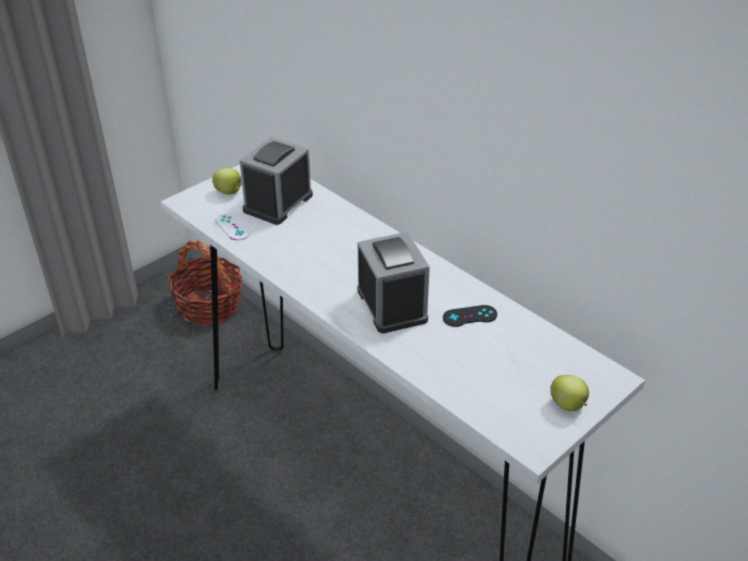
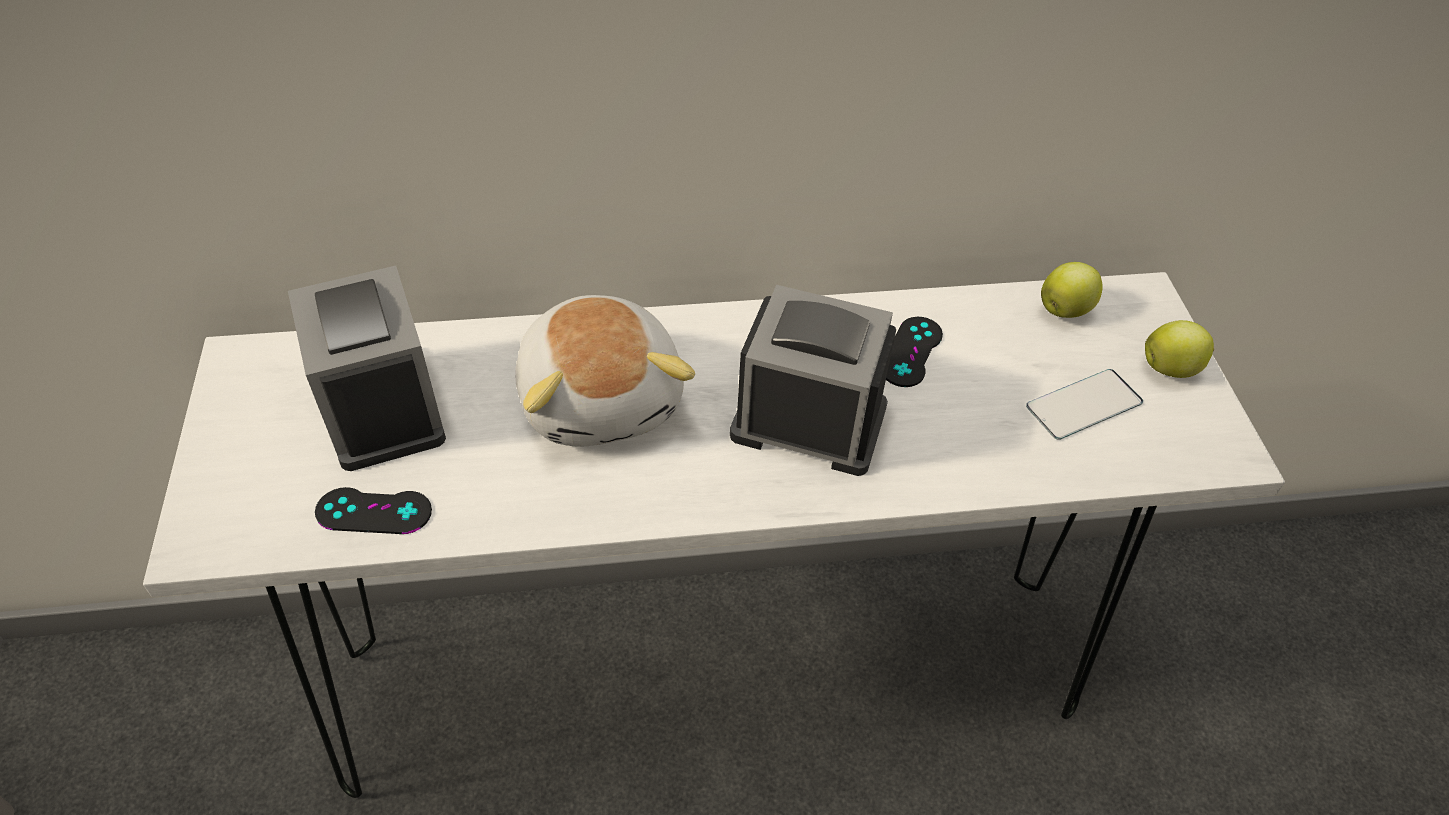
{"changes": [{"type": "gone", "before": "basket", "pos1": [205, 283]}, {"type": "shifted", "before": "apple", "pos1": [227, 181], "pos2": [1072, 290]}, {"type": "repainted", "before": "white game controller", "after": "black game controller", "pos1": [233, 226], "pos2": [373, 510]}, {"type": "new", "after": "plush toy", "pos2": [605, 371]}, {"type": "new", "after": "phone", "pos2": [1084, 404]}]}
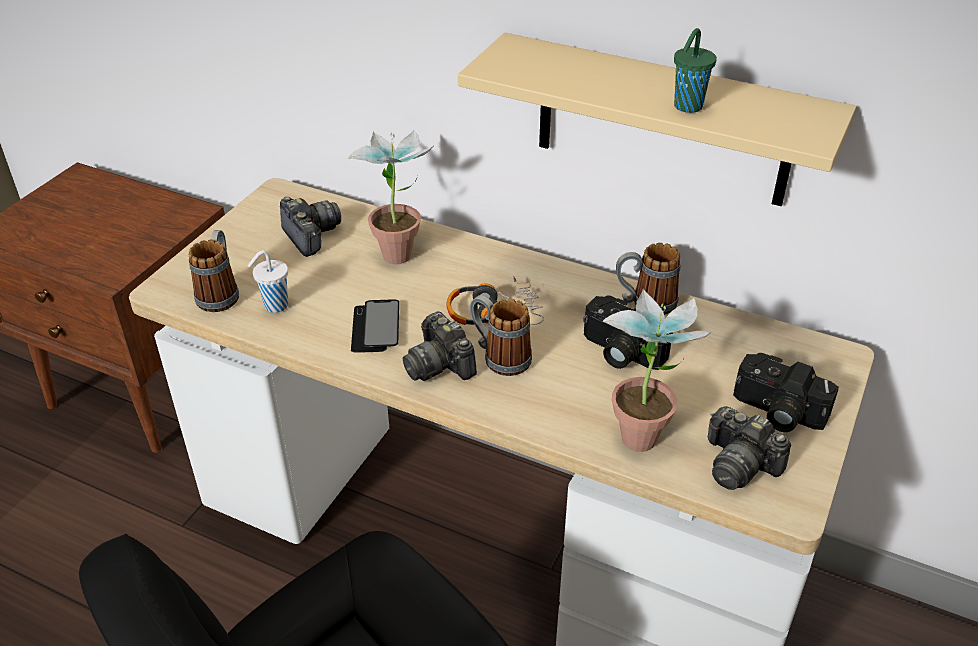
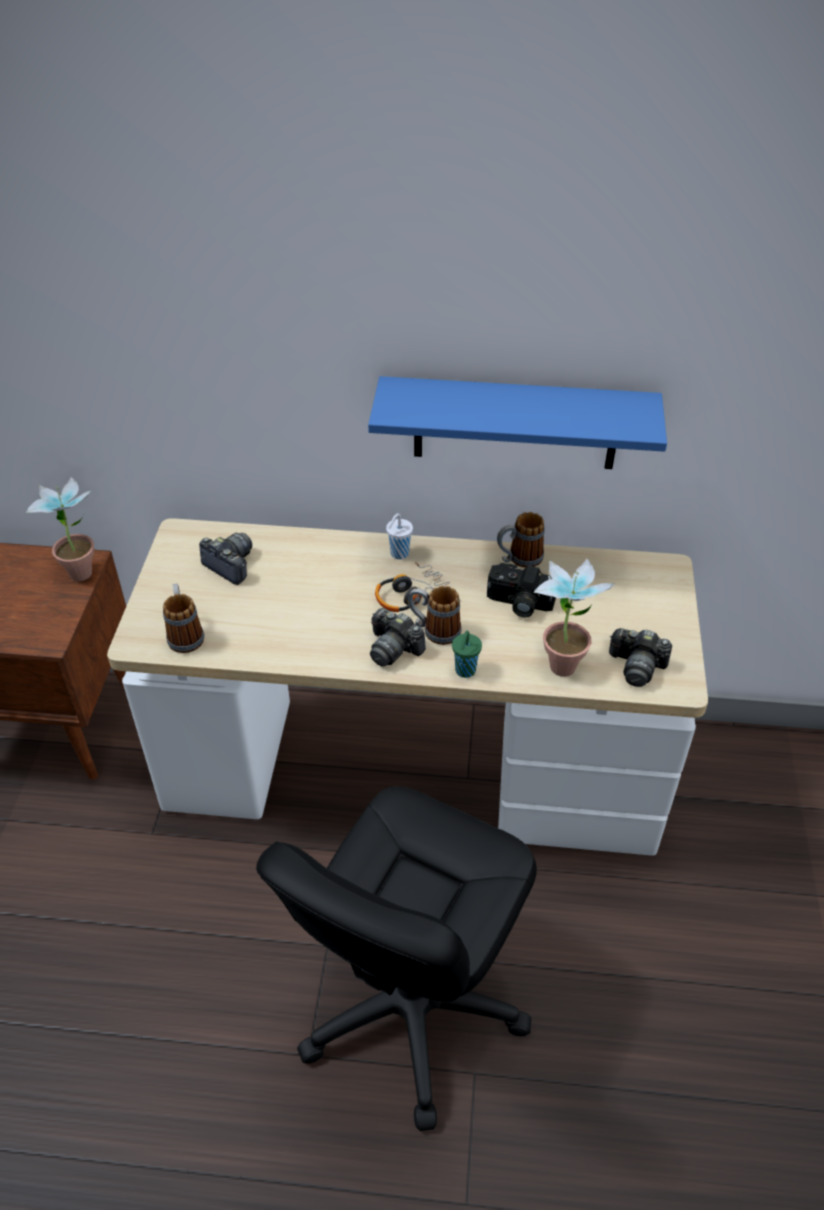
{"changes": [{"type": "shifted", "before": "white cup", "pos1": [268, 281], "pos2": [399, 536]}, {"type": "shifted", "before": "potted plant", "pos1": [389, 197], "pos2": [60, 529]}, {"type": "gone", "before": "phone", "pos1": [375, 326]}, {"type": "repainted", "before": "beige shelf", "after": "blue shelf", "pos1": [657, 119], "pos2": [517, 422]}, {"type": "shifted", "before": "green cup", "pos1": [695, 70], "pos2": [467, 654]}, {"type": "gone", "before": "photo camera", "pos1": [786, 392]}]}
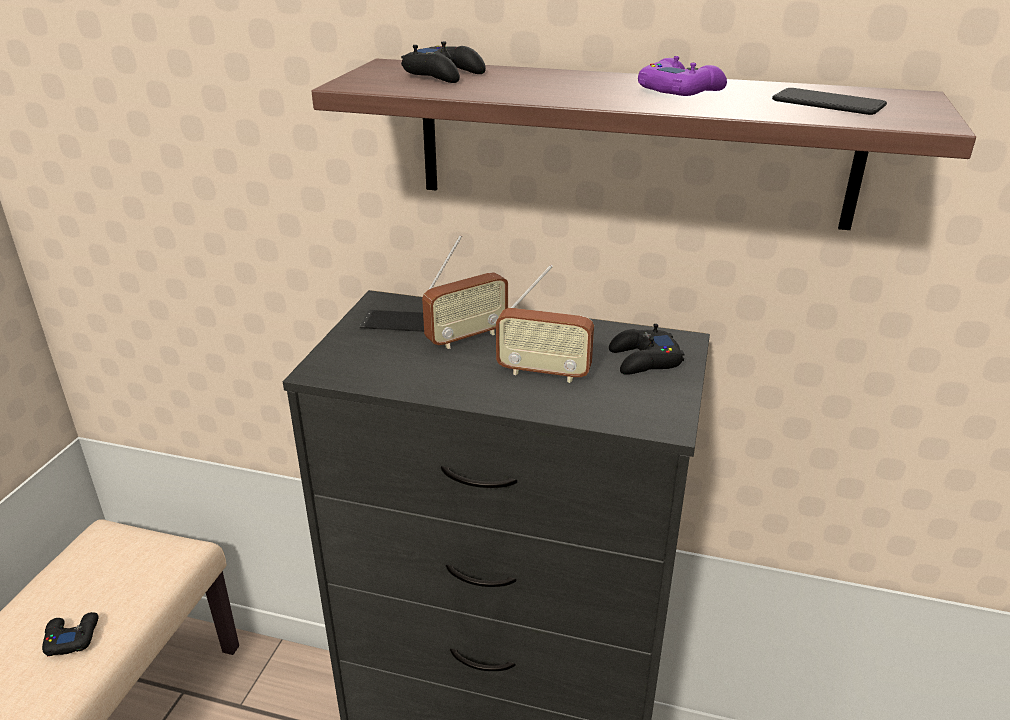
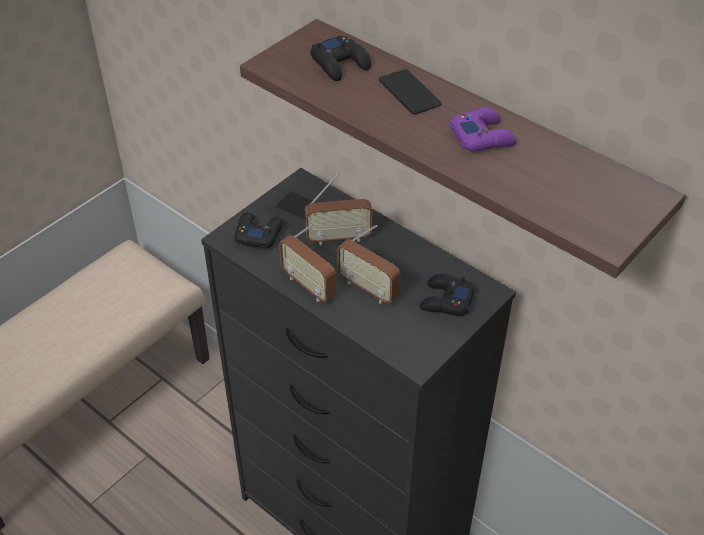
{"changes": [{"type": "shifted", "before": "black game controller", "pos1": [70, 634], "pos2": [259, 230]}, {"type": "shifted", "before": "phone", "pos1": [829, 101], "pos2": [410, 91]}, {"type": "new", "after": "radio", "pos2": [307, 262]}]}
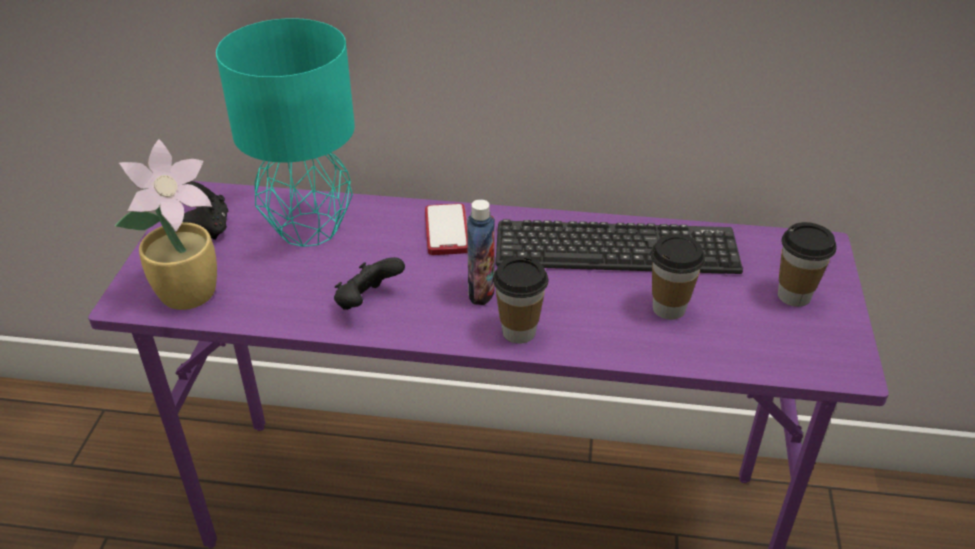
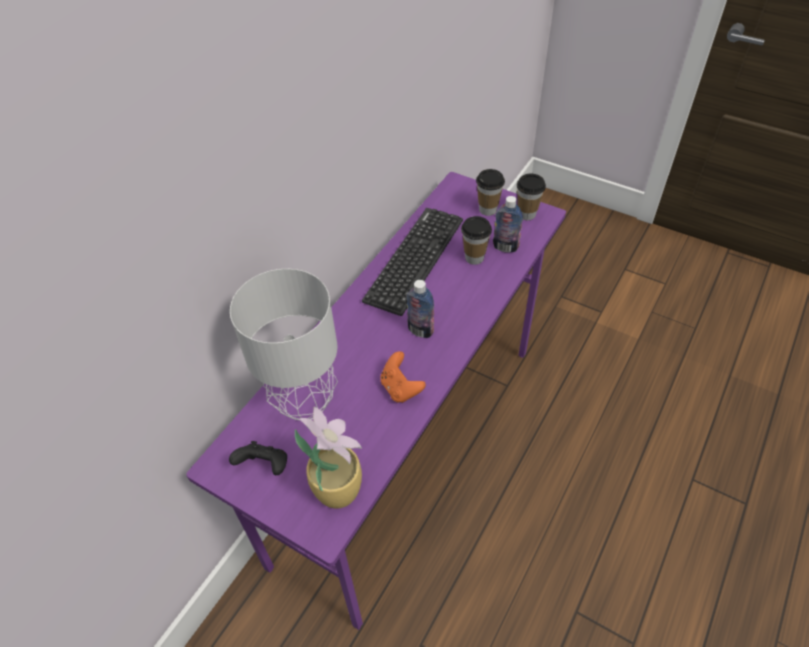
{"changes": [{"type": "repainted", "before": "turquoise table lamp", "after": "grey table lamp", "pos1": [285, 132], "pos2": [284, 344]}, {"type": "repainted", "before": "black game controller", "after": "orange game controller", "pos1": [369, 283], "pos2": [403, 377]}, {"type": "gone", "before": "phone", "pos1": [446, 229]}, {"type": "shifted", "before": "cup", "pos1": [520, 300], "pos2": [531, 197]}, {"type": "new", "after": "bottle", "pos2": [508, 224]}]}
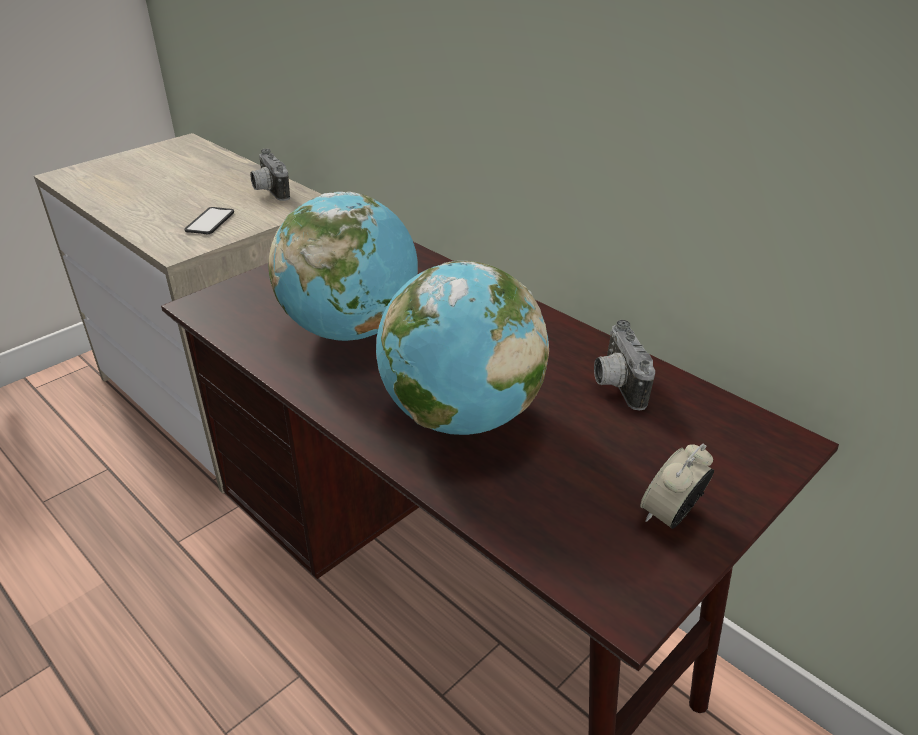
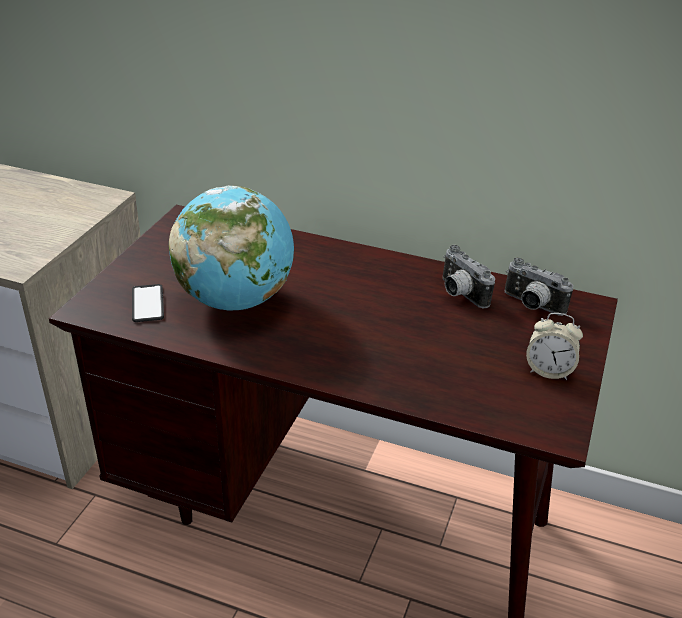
{"changes": [{"type": "shifted", "before": "phone", "pos1": [209, 220], "pos2": [148, 303]}, {"type": "shifted", "before": "photo camera", "pos1": [270, 175], "pos2": [539, 286]}, {"type": "gone", "before": "globe", "pos1": [462, 348]}, {"type": "rotated", "before": "alarm clock", "pos1": [677, 486], "pos2": [554, 346], "turn": -90}]}
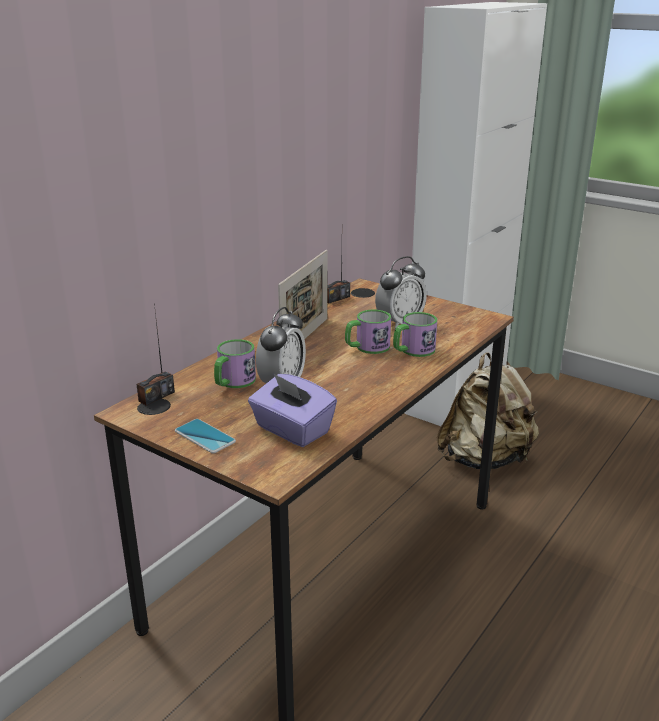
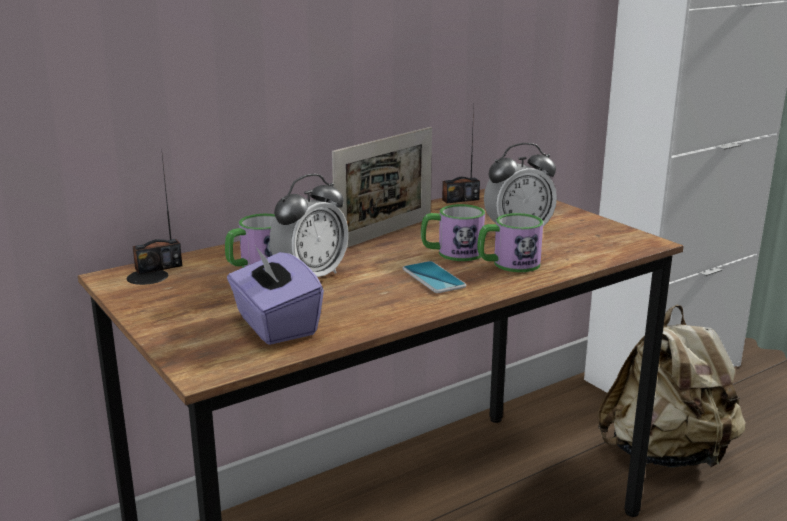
{"changes": [{"type": "shifted", "before": "phone", "pos1": [205, 436], "pos2": [434, 277]}]}
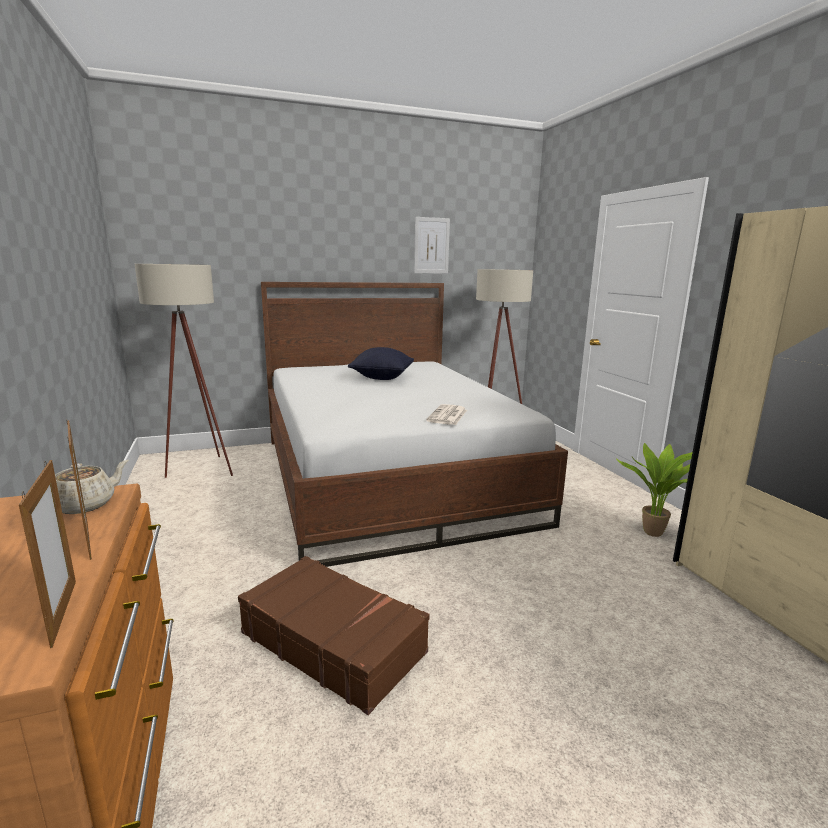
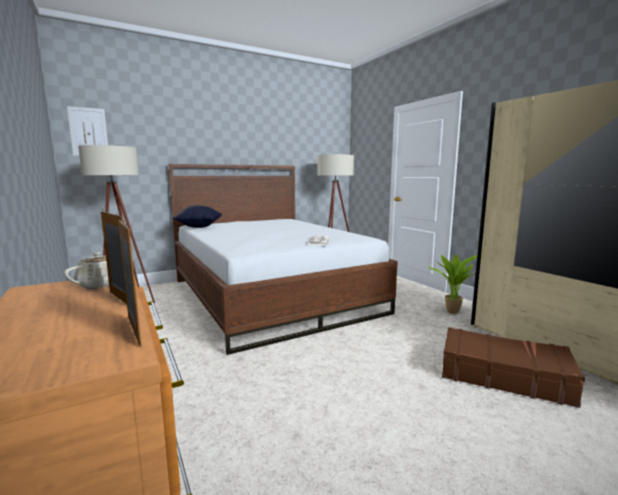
{"changes": [{"type": "shifted", "before": "brown suitcase", "pos1": [334, 635], "pos2": [513, 367]}, {"type": "shifted", "before": "black pillow", "pos1": [381, 363], "pos2": [197, 216]}, {"type": "shifted", "before": "picture", "pos1": [432, 245], "pos2": [87, 131]}]}
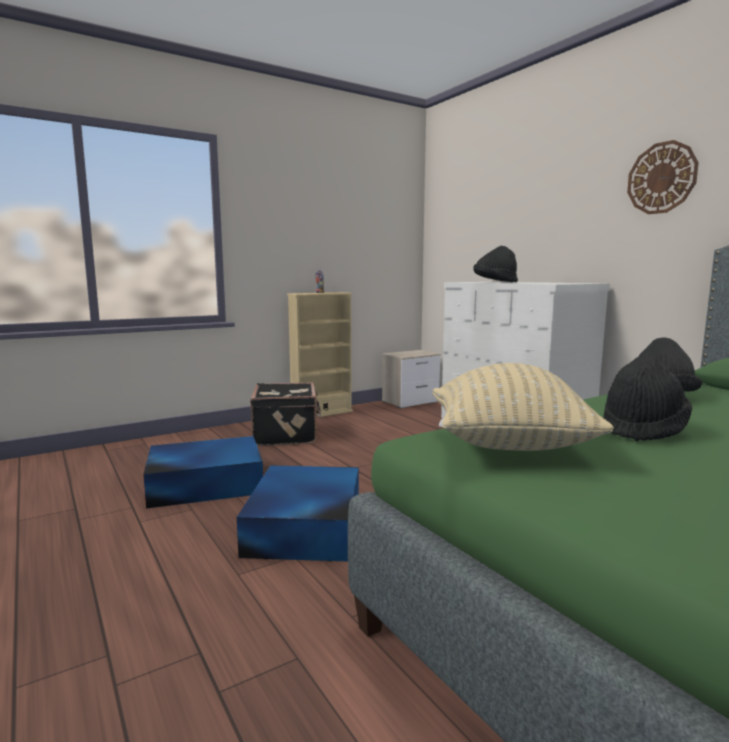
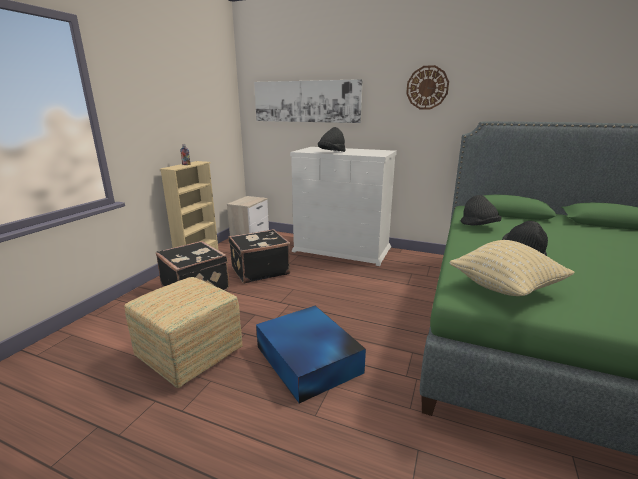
{"changes": [{"type": "swapped", "before": "blue storage box", "after": "ottoman", "pos1": [203, 472], "pos2": [183, 332]}, {"type": "new", "after": "black suitcase", "pos2": [259, 256]}, {"type": "new", "after": "picture", "pos2": [308, 101]}]}
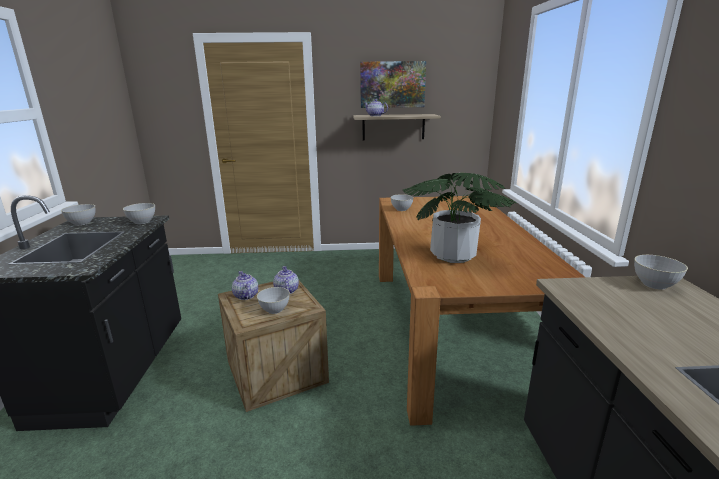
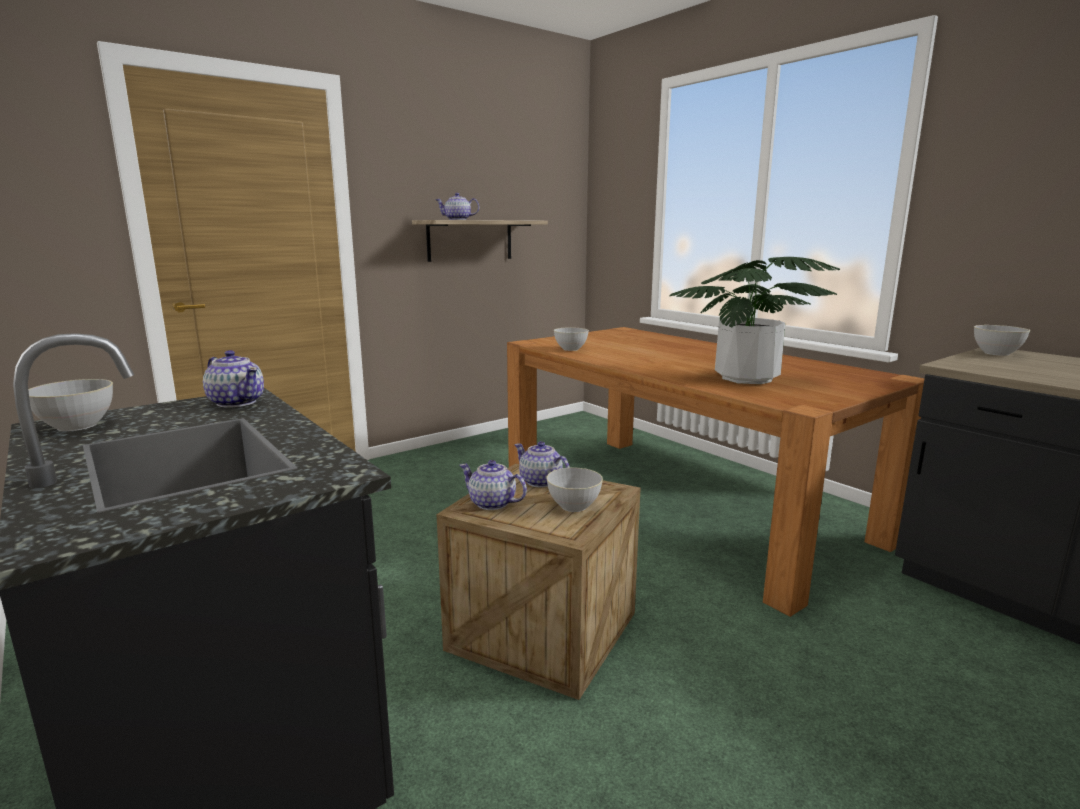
{"changes": [{"type": "swapped", "before": "grey bowl", "after": "teapot", "pos1": [139, 213], "pos2": [233, 379]}, {"type": "gone", "before": "picture", "pos1": [393, 84]}]}
